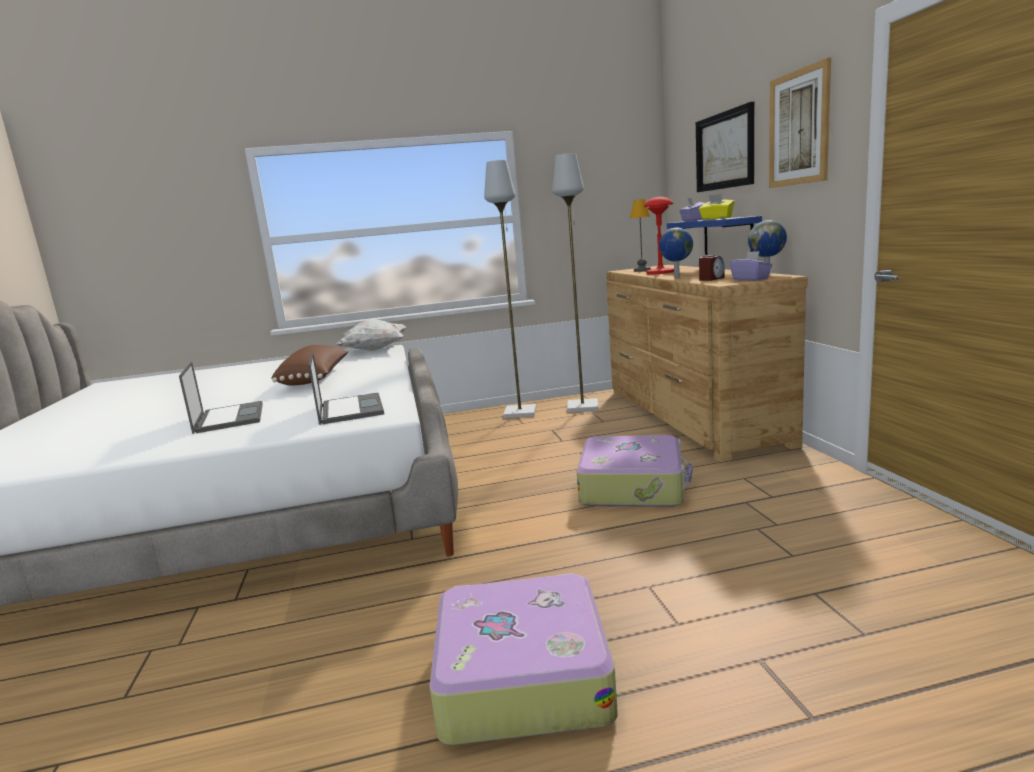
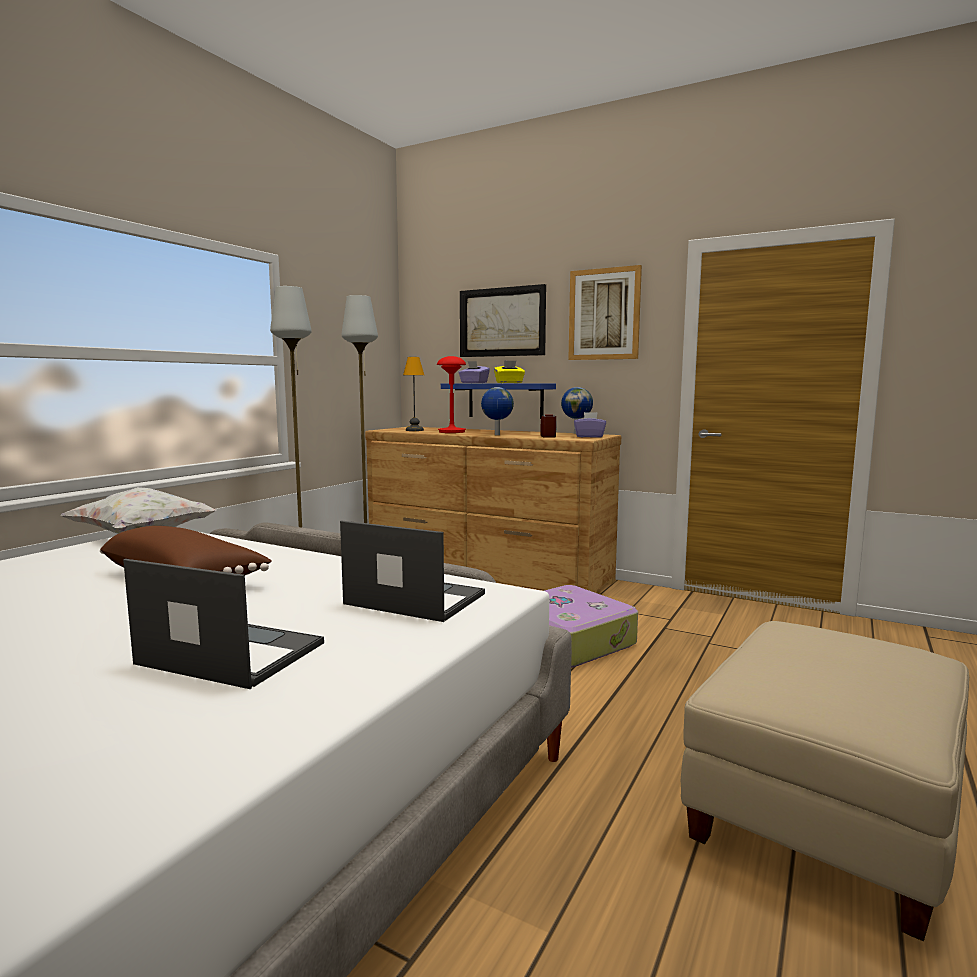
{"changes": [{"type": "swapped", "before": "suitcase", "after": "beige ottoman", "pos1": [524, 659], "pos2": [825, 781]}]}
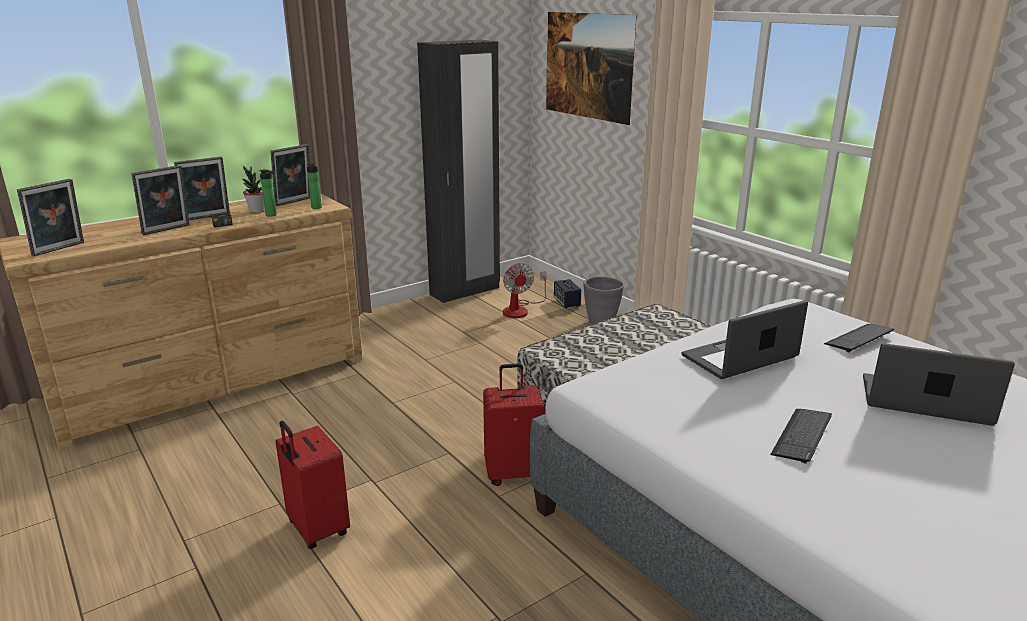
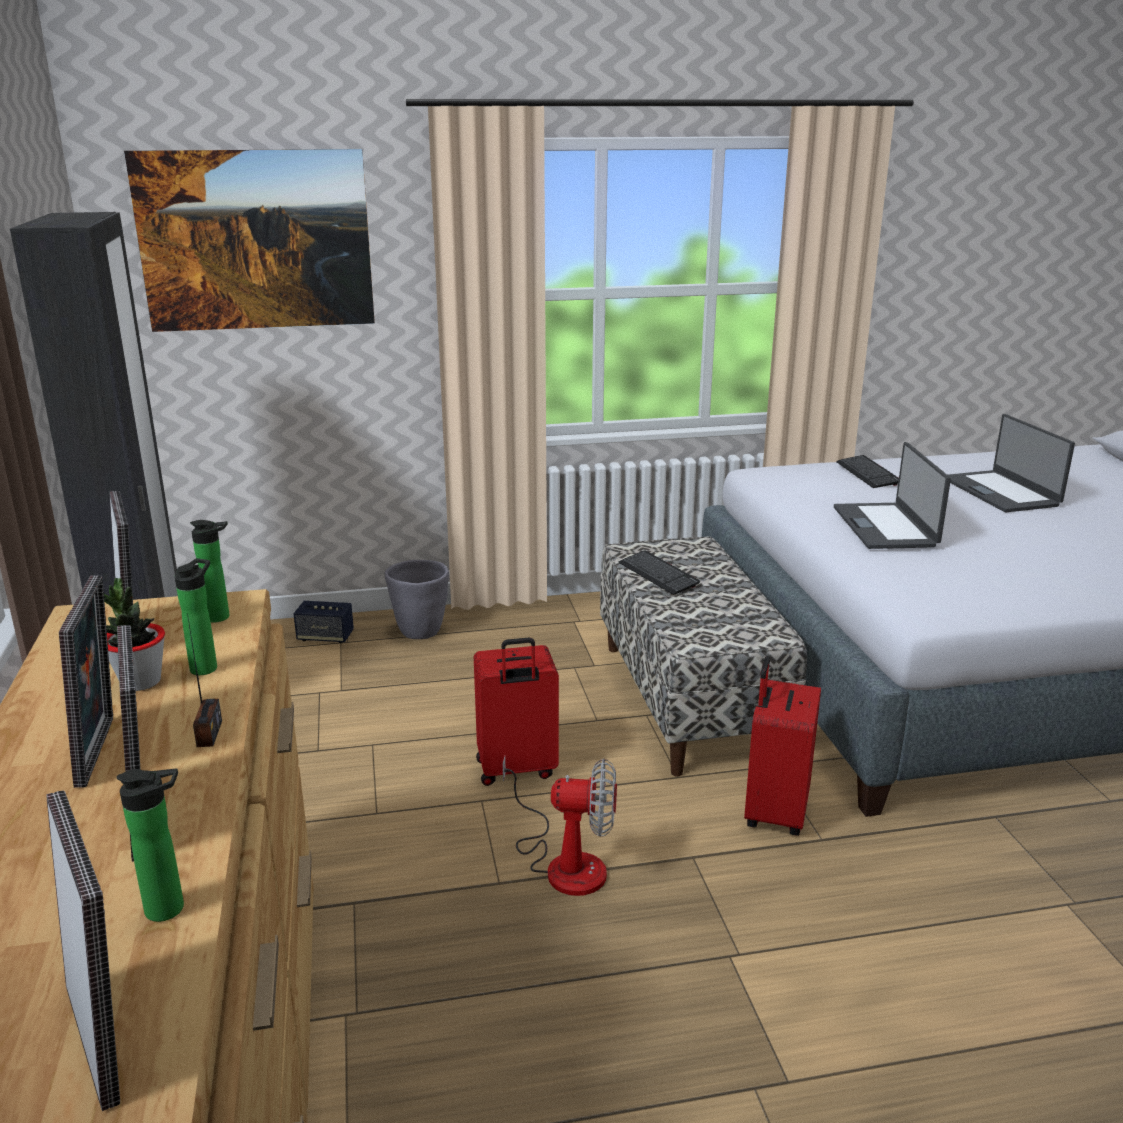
{"changes": [{"type": "shifted", "before": "red suitcase", "pos1": [312, 485], "pos2": [516, 711]}, {"type": "shifted", "before": "fan", "pos1": [525, 290], "pos2": [560, 826]}, {"type": "shifted", "before": "keyboard", "pos1": [801, 436], "pos2": [659, 572]}, {"type": "rotated", "before": "laptop", "pos1": [939, 384], "pos2": [1011, 463], "turn": -60}, {"type": "new", "after": "bottle", "pos2": [150, 845]}]}
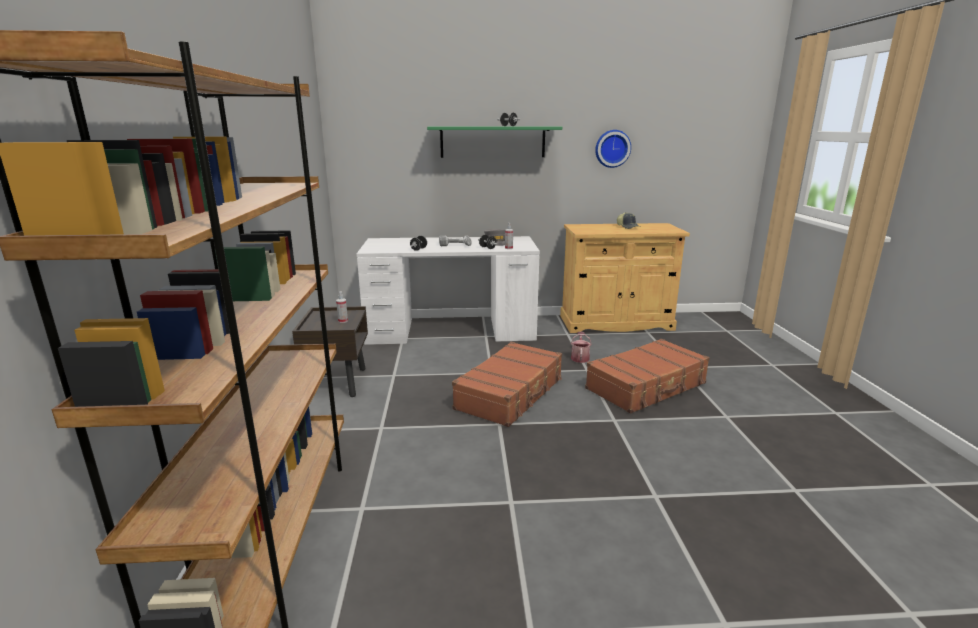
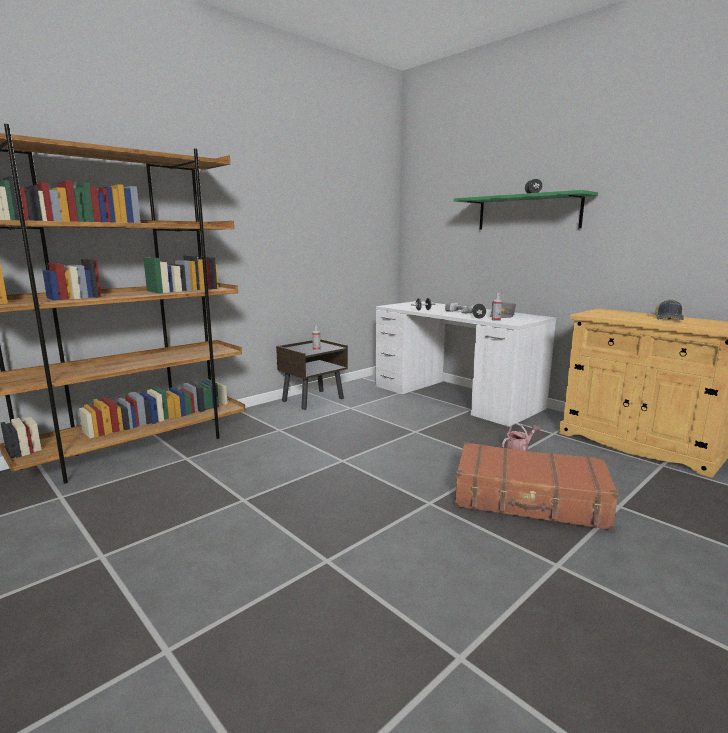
{"changes": [{"type": "gone", "before": "brown suitcase", "pos1": [507, 384]}, {"type": "gone", "before": "wall clock", "pos1": [613, 149]}]}
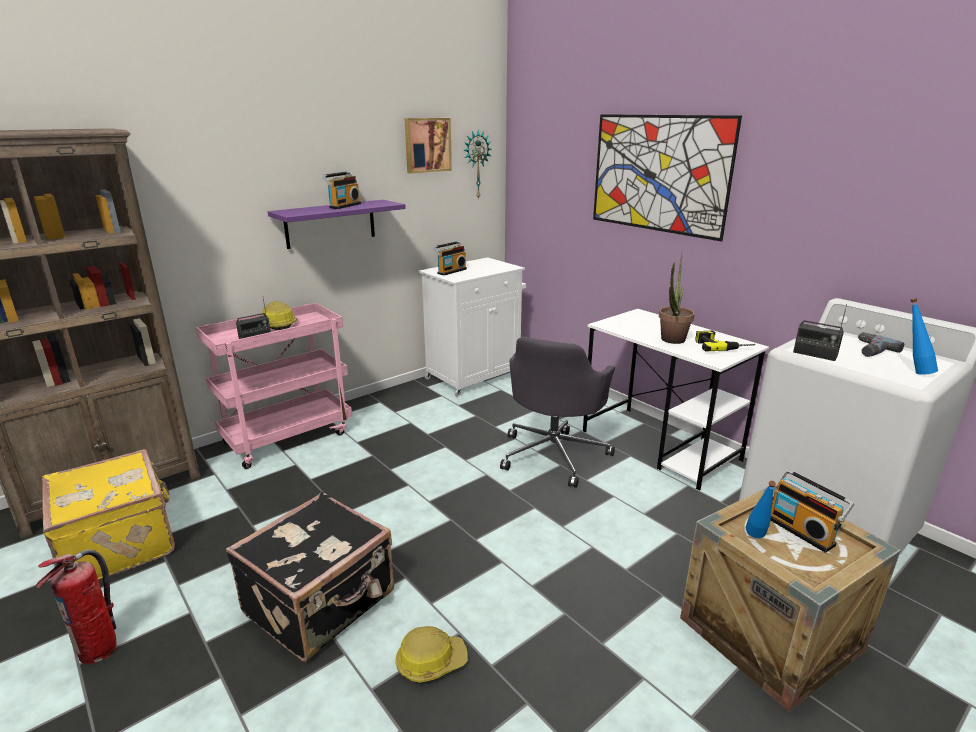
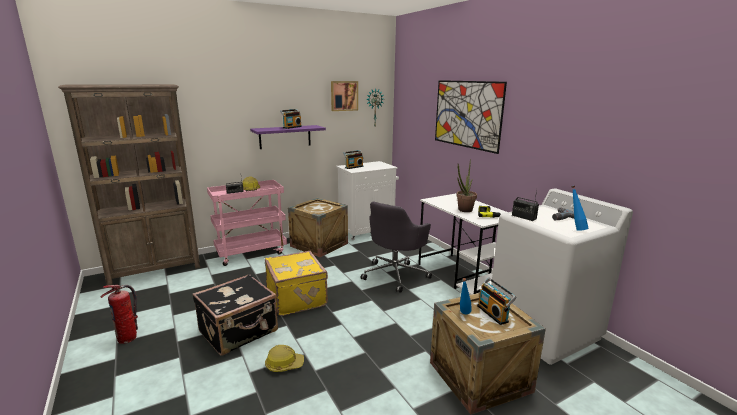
{"changes": [{"type": "shifted", "before": "yellow suitcase", "pos1": [108, 514], "pos2": [296, 283]}, {"type": "new", "after": "crate", "pos2": [318, 227]}]}
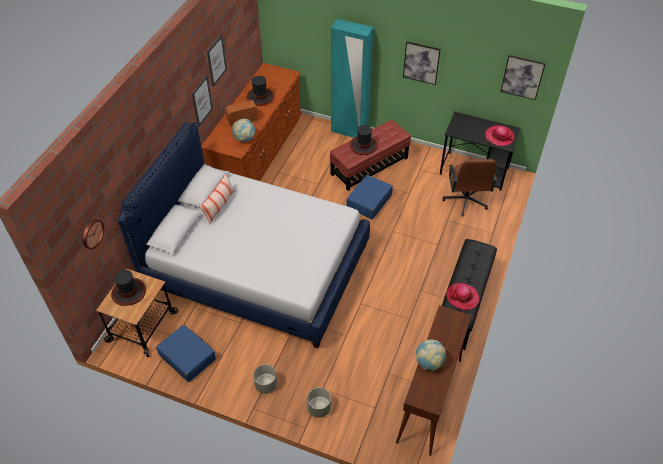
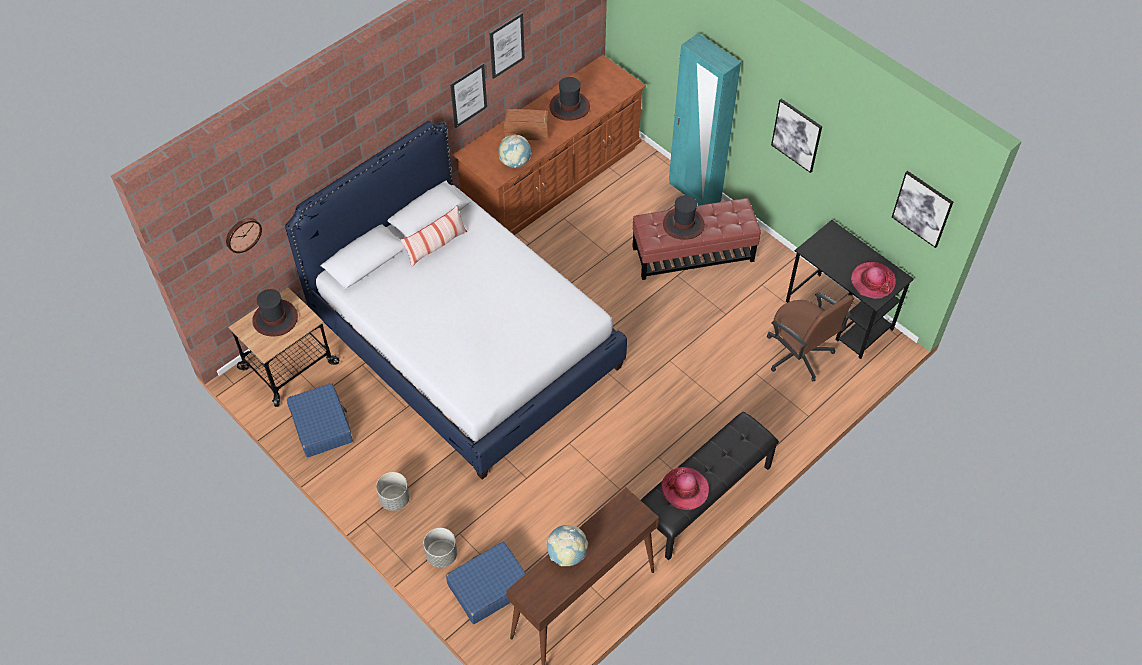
{"changes": [{"type": "shifted", "before": "blue suitcase", "pos1": [369, 197], "pos2": [486, 583]}, {"type": "rotated", "before": "brown office chair", "pos1": [469, 188], "pos2": [810, 337], "turn": -60}]}
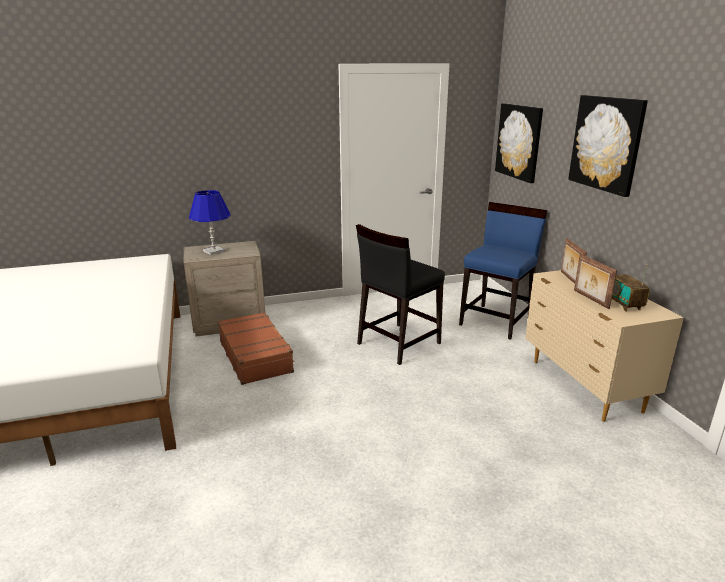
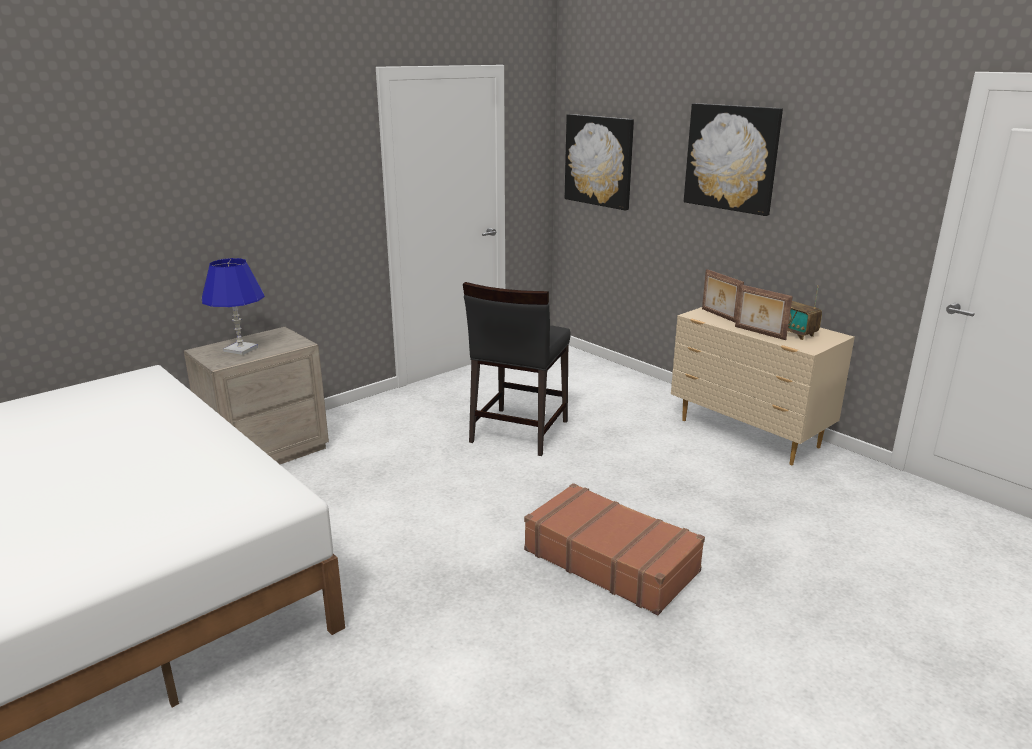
{"changes": [{"type": "shifted", "before": "brown suitcase", "pos1": [256, 348], "pos2": [614, 549]}, {"type": "gone", "before": "blue chair", "pos1": [503, 271]}]}
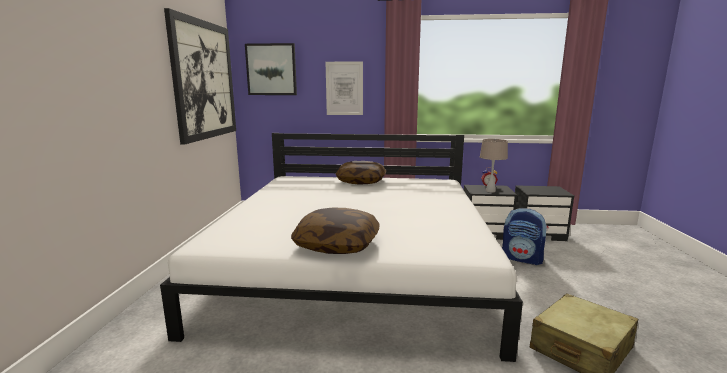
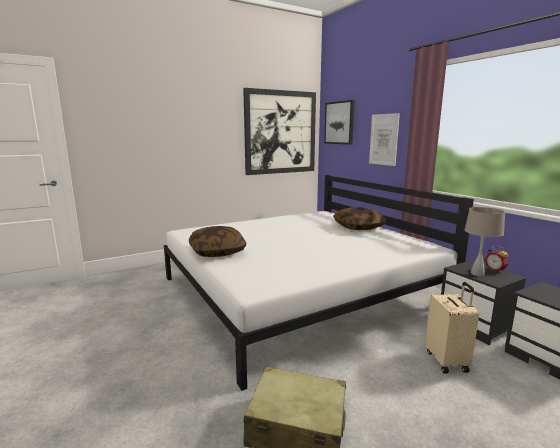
{"changes": [{"type": "swapped", "before": "backpack", "after": "beige suitcase", "pos1": [525, 236], "pos2": [452, 328]}]}
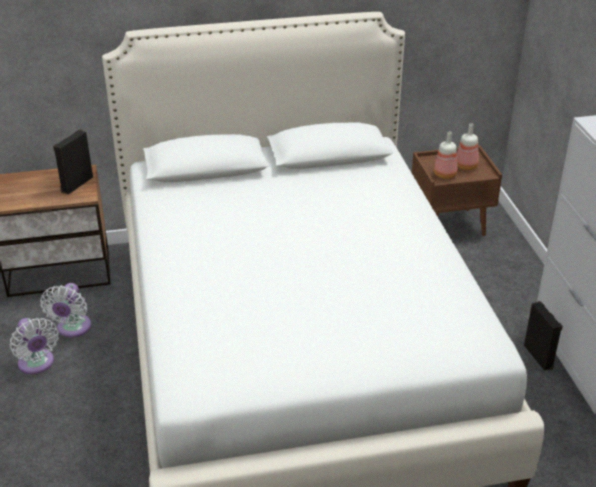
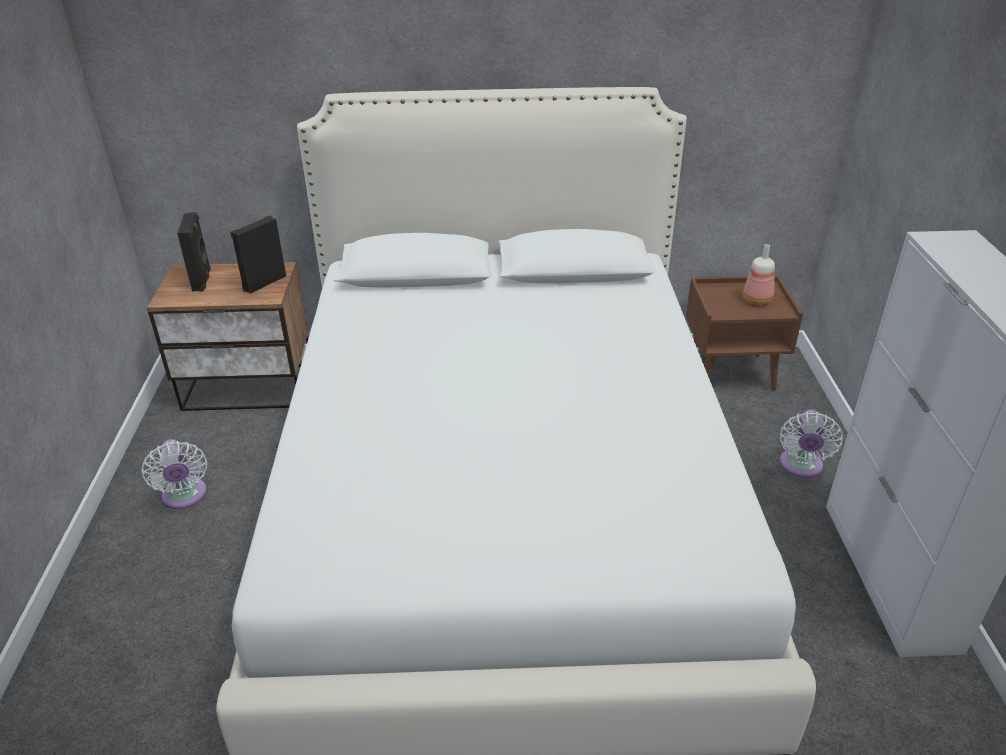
{"changes": [{"type": "shifted", "before": "white fan", "pos1": [65, 310], "pos2": [811, 444]}, {"type": "gone", "before": "bottle", "pos1": [446, 155]}, {"type": "shifted", "before": "black speaker", "pos1": [543, 336], "pos2": [194, 252]}]}
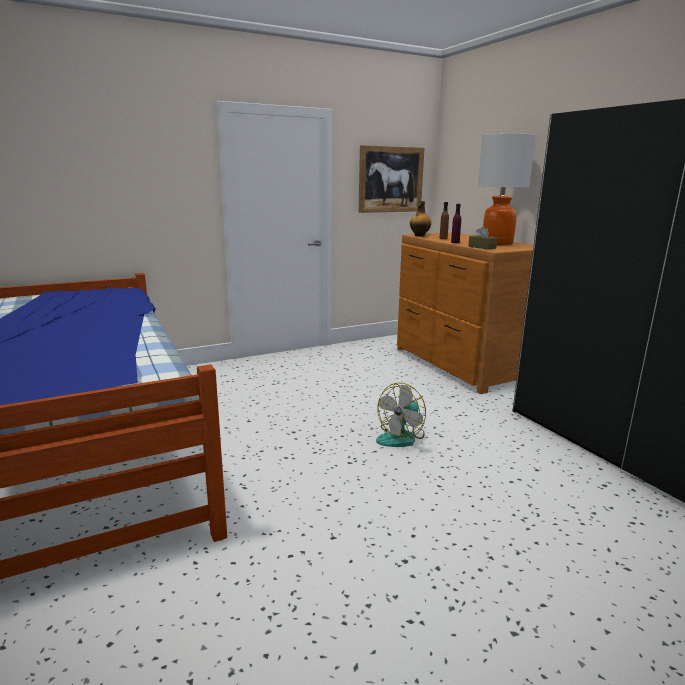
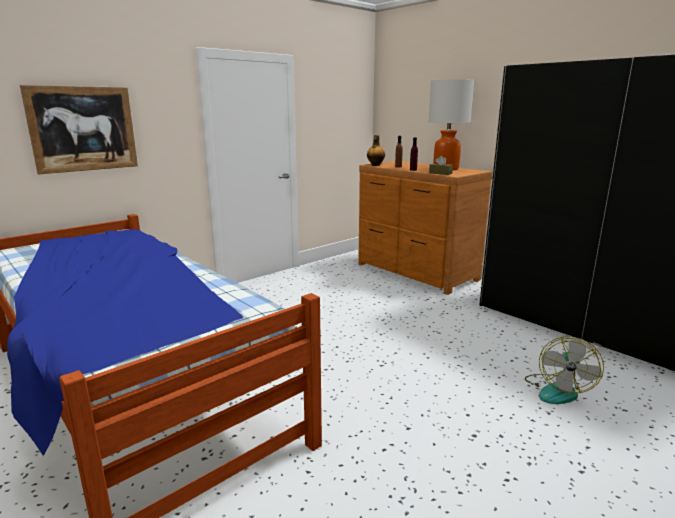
{"changes": [{"type": "shifted", "before": "picture", "pos1": [392, 179], "pos2": [79, 130]}, {"type": "shifted", "before": "fan", "pos1": [401, 415], "pos2": [564, 370]}]}
